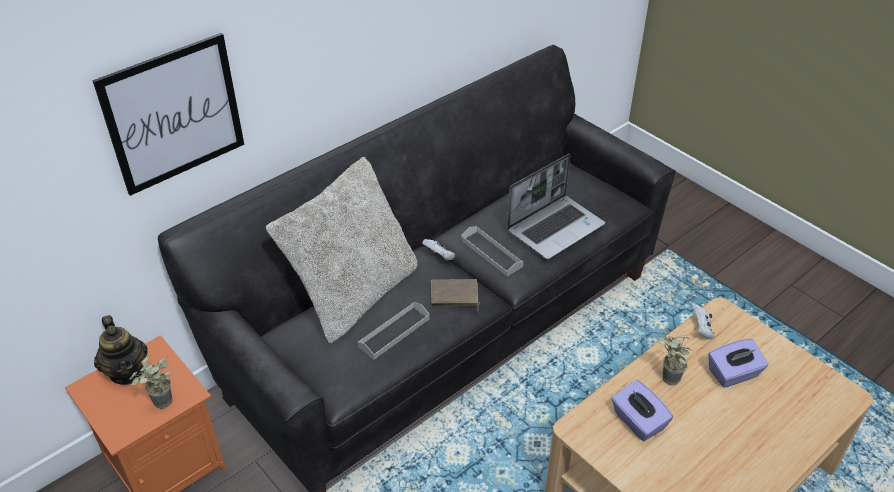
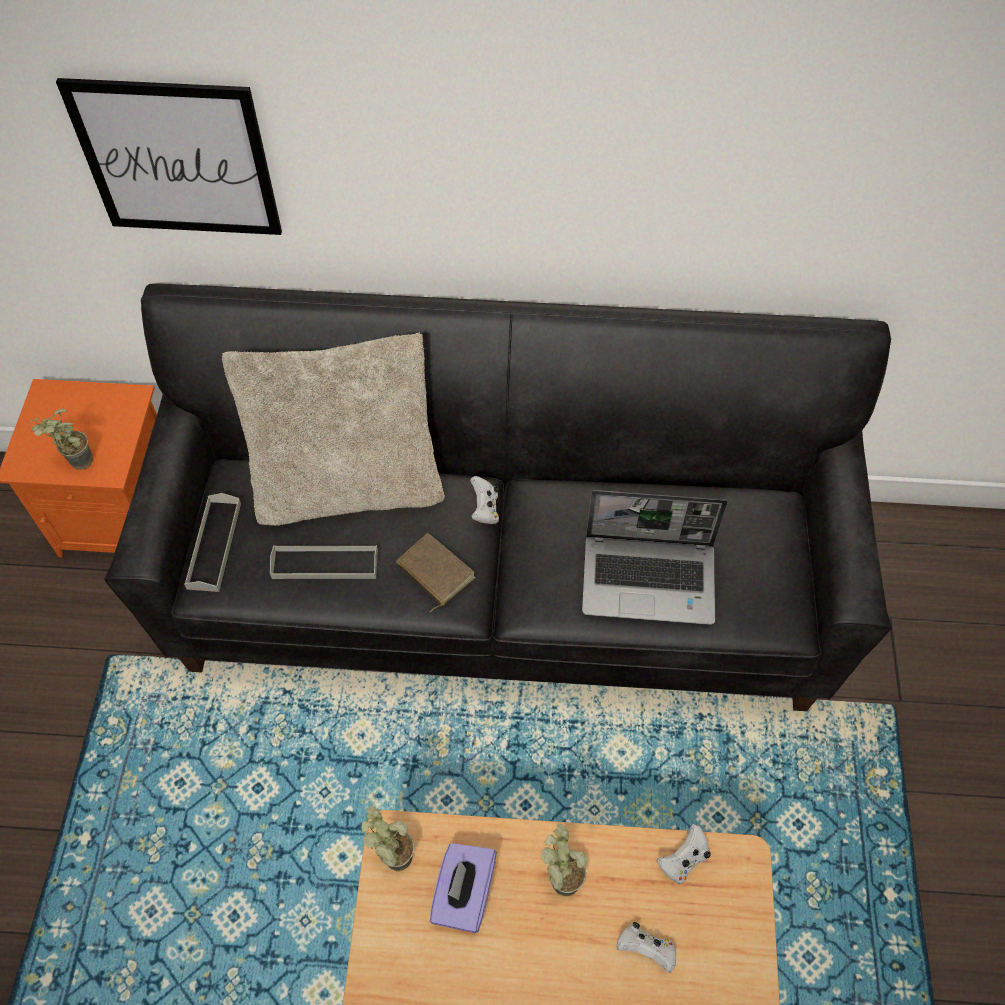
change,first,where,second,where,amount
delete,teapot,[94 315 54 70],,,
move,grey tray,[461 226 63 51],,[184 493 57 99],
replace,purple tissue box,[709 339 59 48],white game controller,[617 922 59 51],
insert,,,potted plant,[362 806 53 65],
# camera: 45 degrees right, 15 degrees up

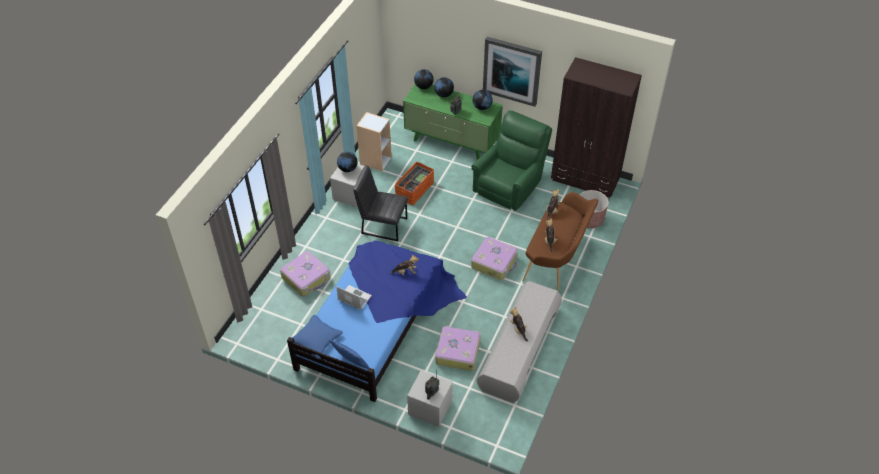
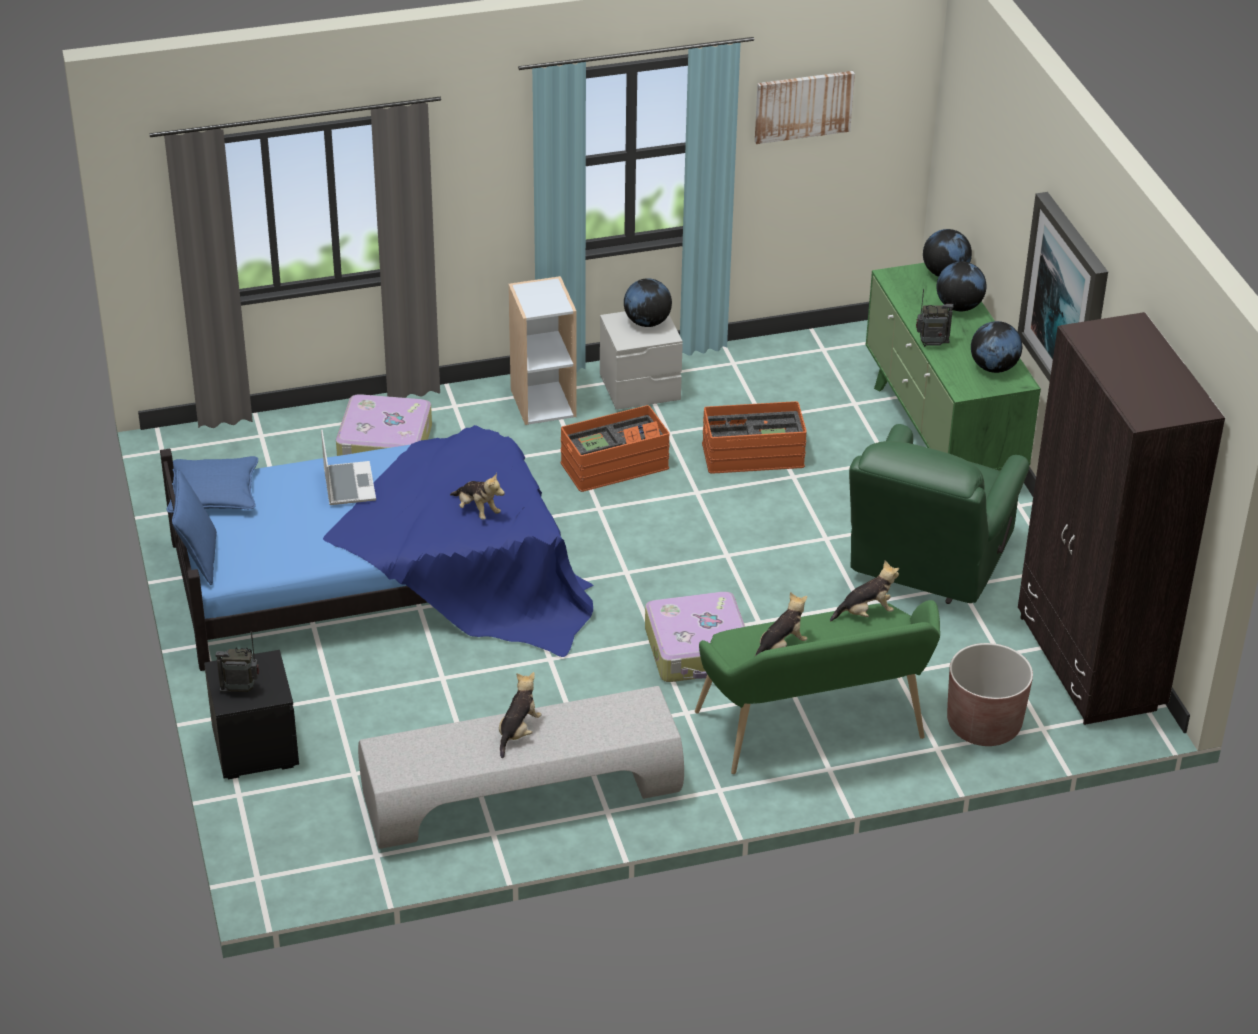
change,first,where,second,where,amount
replace,grey chair,[353 165 55 76],orange storage box,[561 405 109 87],
move,bookcase,[356 112 36 59],,[508 276 69 149],
recolor,white nightstand,[407 370 46 57],black nightstand,[204 650 95 129],
delete,suitcase,[435 326 46 45],,,
rotate,green armchair,[471 110 81 101],,[849 424 180 180],120 degrees clockwise
recolor,brown bench,[522 192 76 99],green bench,[695 600 245 174],
insert,,,picture,[755 71 100 73],
# camera: 50 degrees right, 10 degrees down

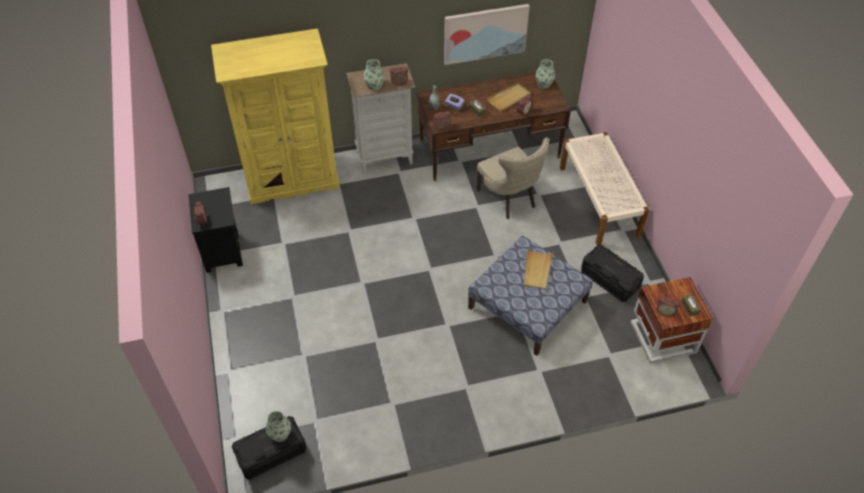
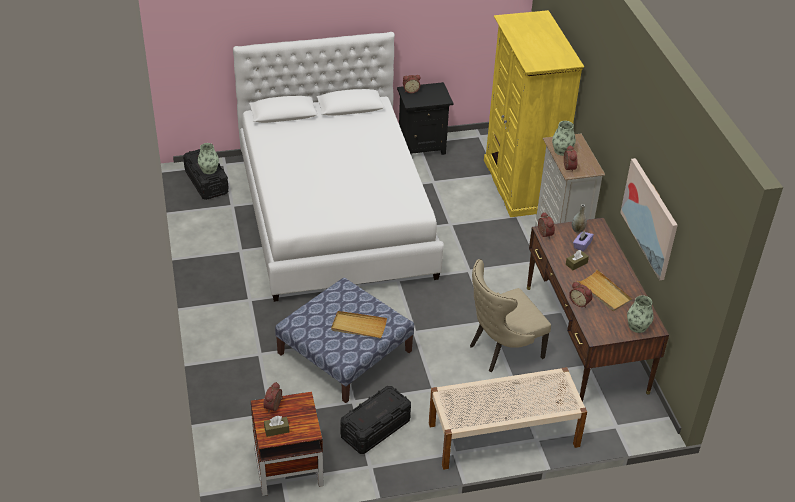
change,first,where,second,where,amount
insert,,,white bed,[233 32 211 270],
# camera: 90 degrees right, 10 degrees down

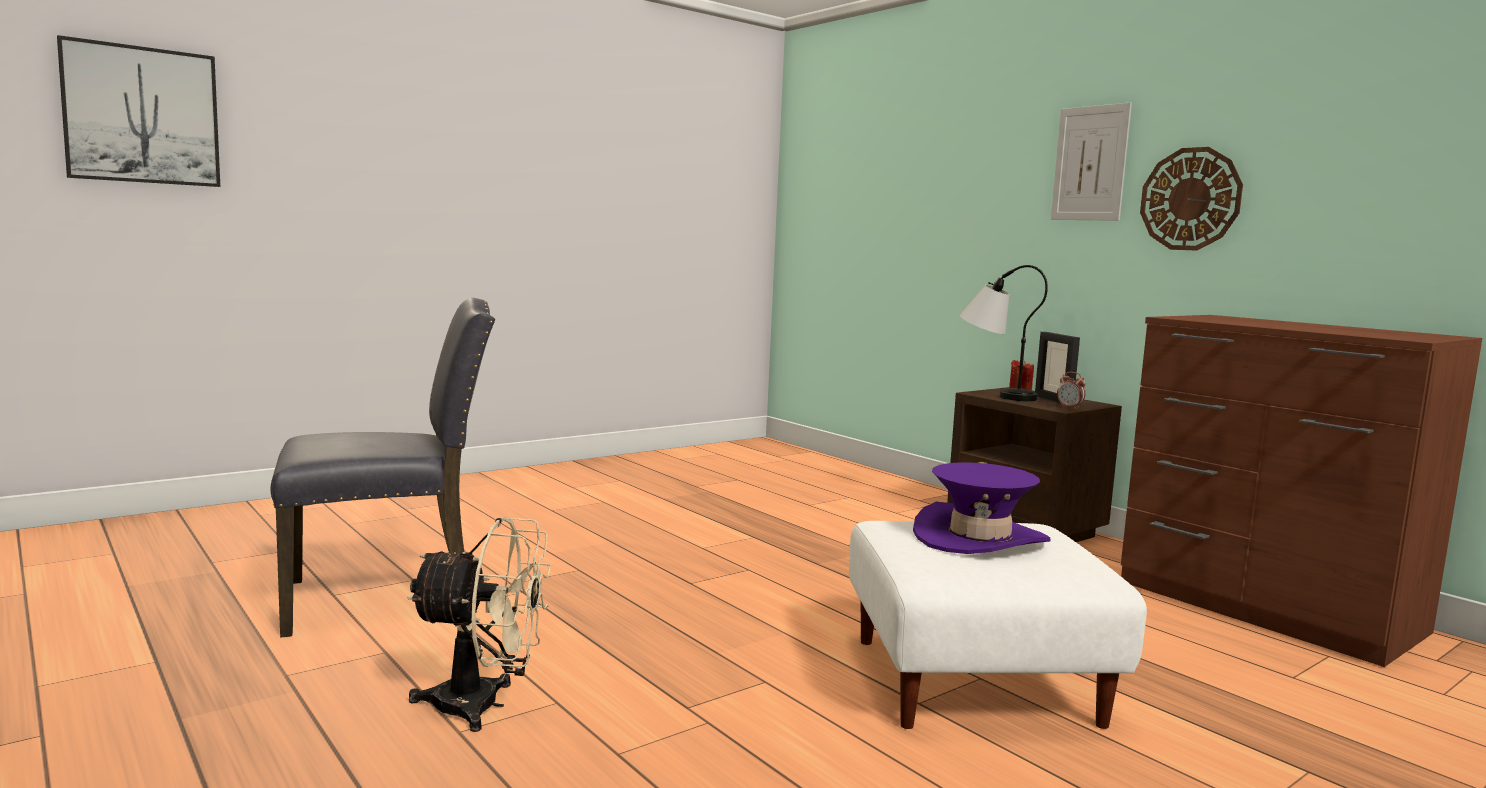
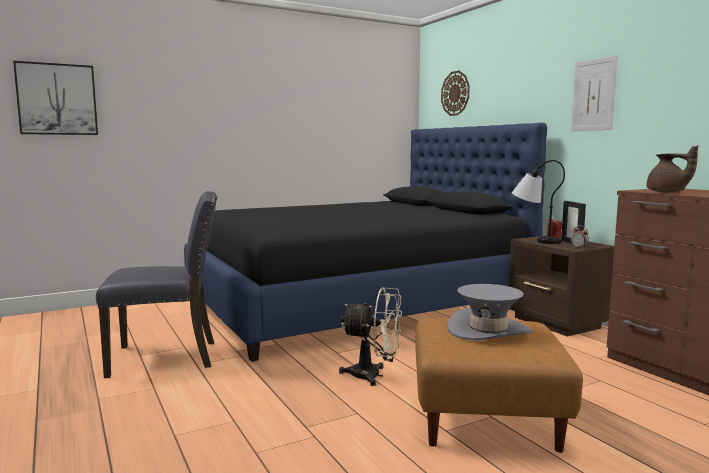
change,first,where,second,where,amount
move,beige fan,[407 517 144 215],,[339 287 63 99],
recolor,white ottoman,[849 521 298 208],brown ottoman,[416 319 167 134],
recolor,purple hat,[913 462 137 92],grey hat,[447 284 85 57],
move,wall clock,[1140 147 103 104],,[441 71 29 45],
insert,,,black bed,[184 123 363 239],
insert,,,brown teapot,[647 145 51 47],
# camera: 10 degrees right, 0 degrees up

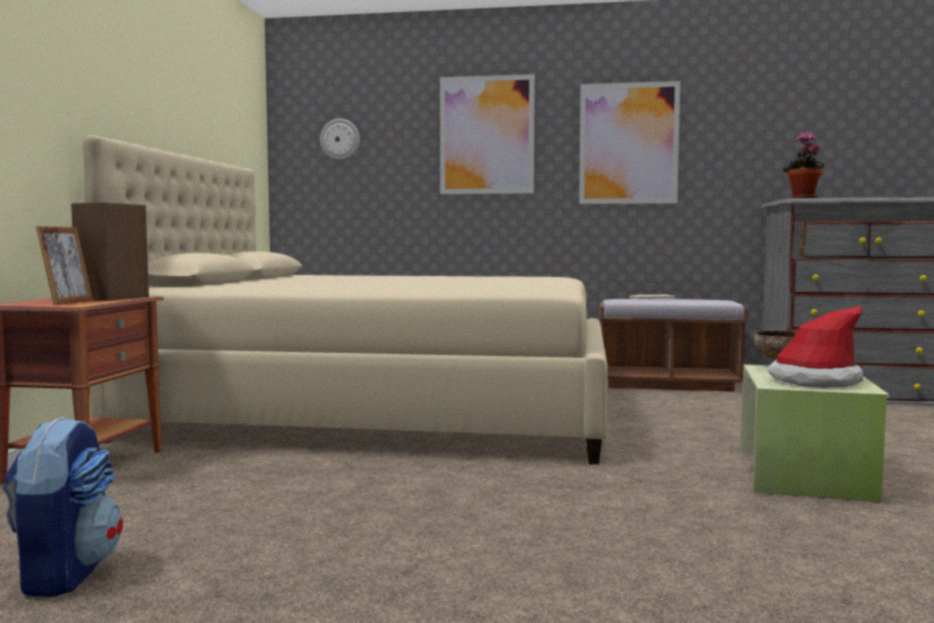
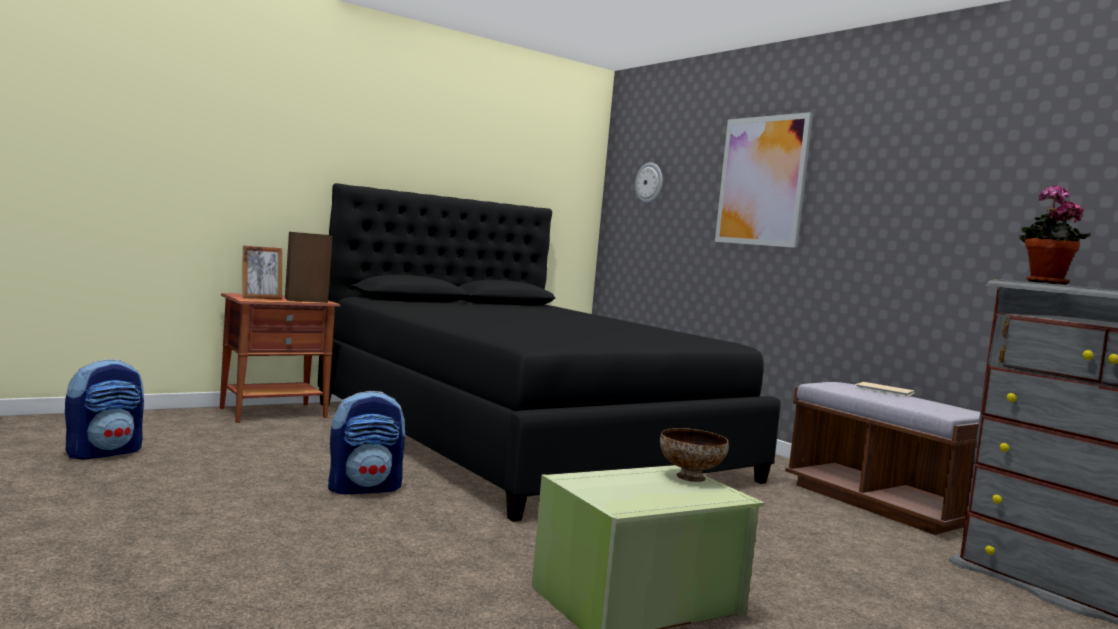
change,first,where,second,where,amount
recolor,beige bed,[83 135 525 329],black bed,[318 183 463 339],
delete,picture,[579 81 101 123],,,
delete,hat,[767 306 97 82],,,
insert,,,backpack,[328 391 78 103],
# camera: 45 degrees right, 0 degrees up

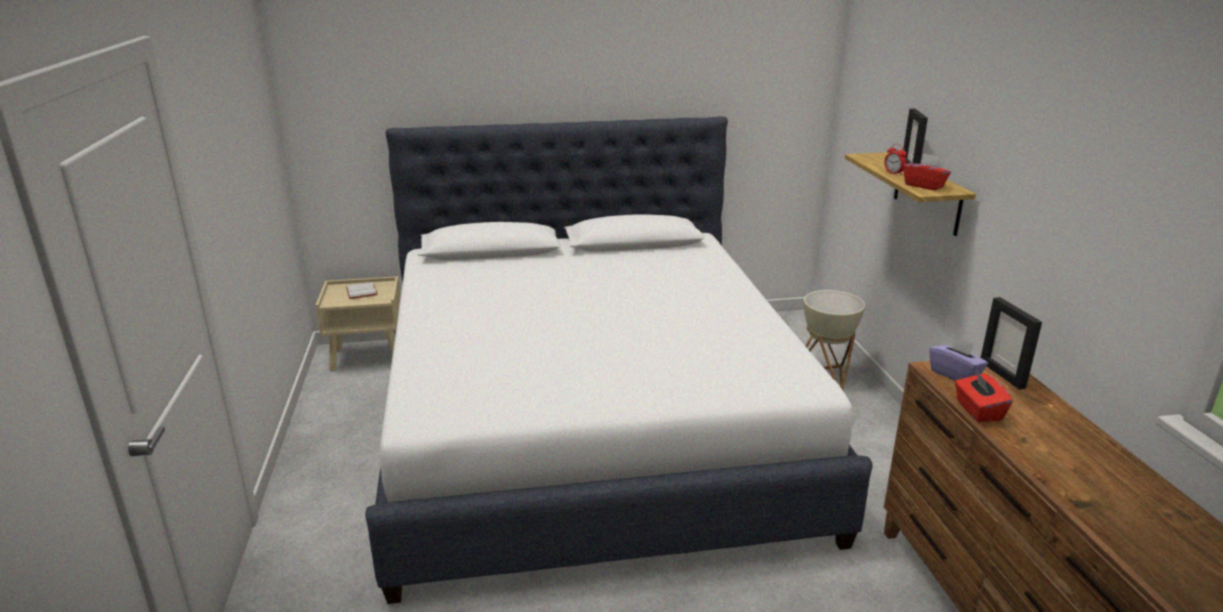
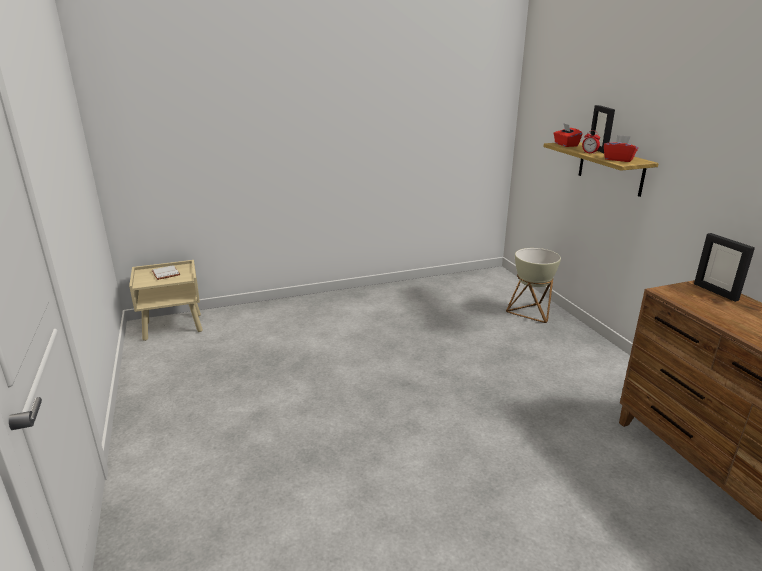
change,first,where,second,where,amount
delete,white bed,[365 116 507 488],,,
delete,purple tissue box,[929 336 59 45],,,
move,red tissue box,[955 371 58 51],,[553 124 29 23],
# camera: 10 degrees left, 0 degrees up

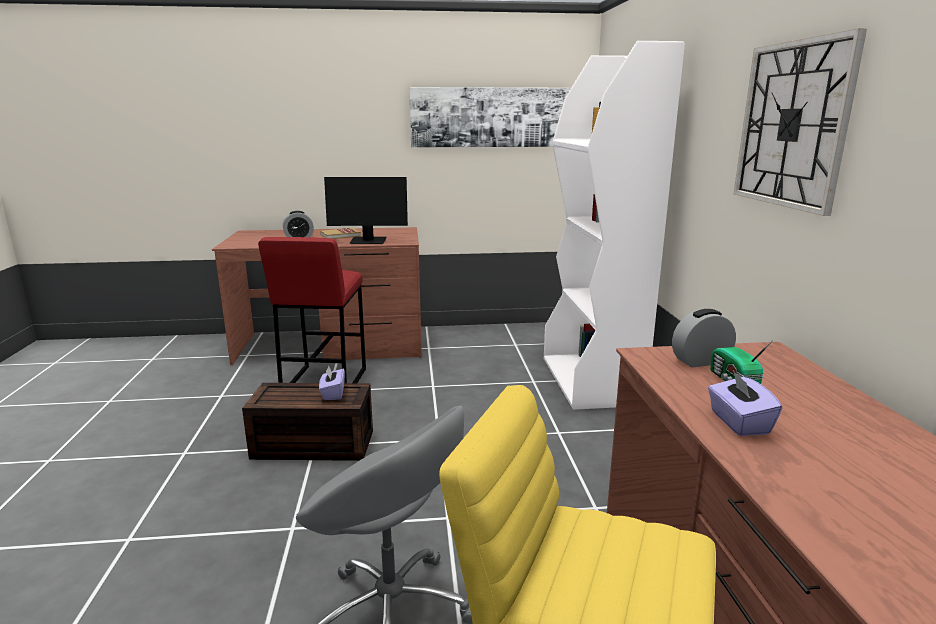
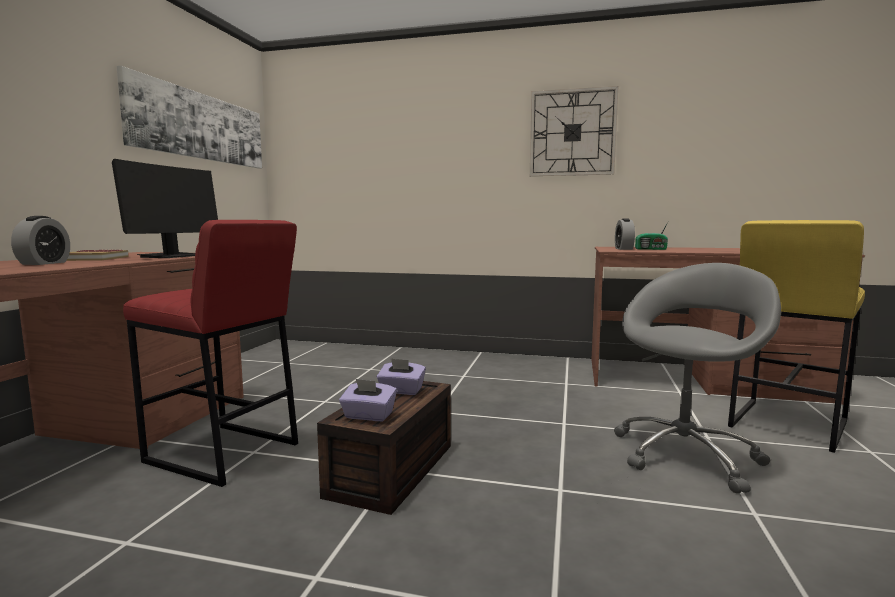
change,first,where,second,where,amount
delete,white bookcase,[544 41 141 369],,,
move,purple tissue box,[708 371 74 65],,[339 379 58 42],
# camera: 70 degrees left, 10 degrees down

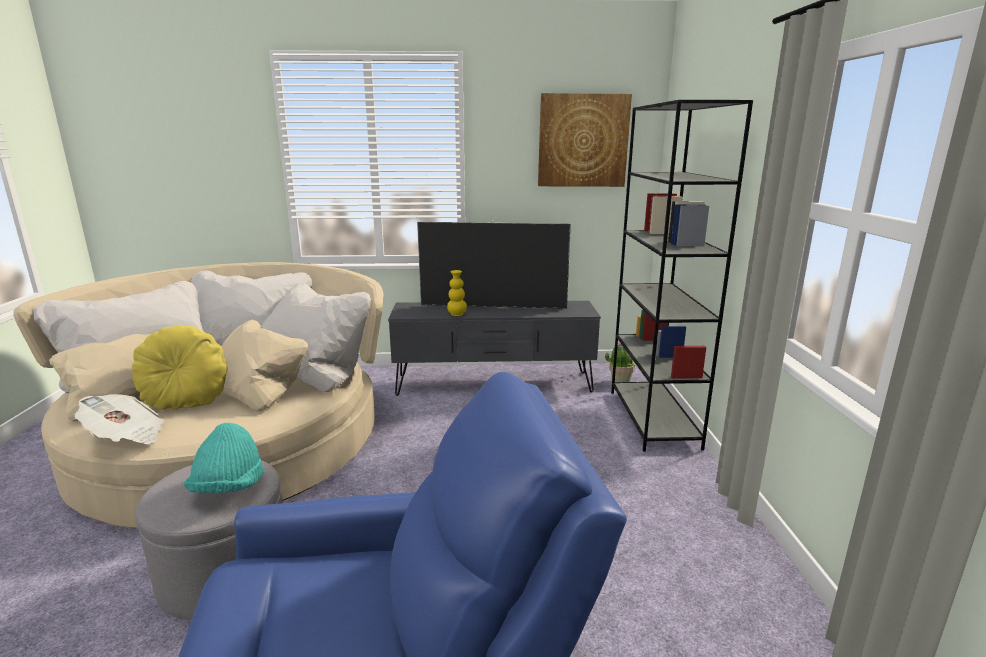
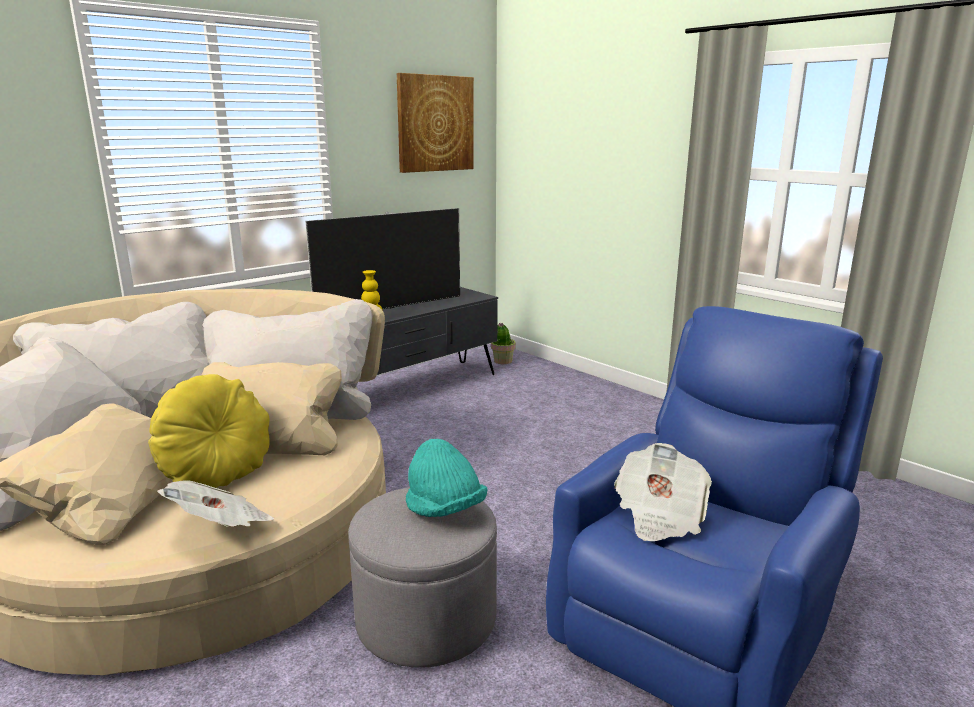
change,first,where,second,where,amount
delete,grey bookcase,[611 100 142 352],,,
insert,,,newspaper,[614 443 98 98],
# camera: 40 degrees left, 0 degrees up

